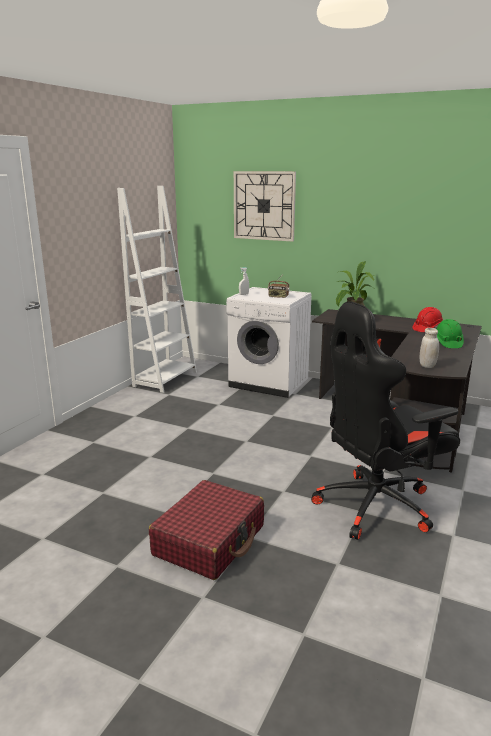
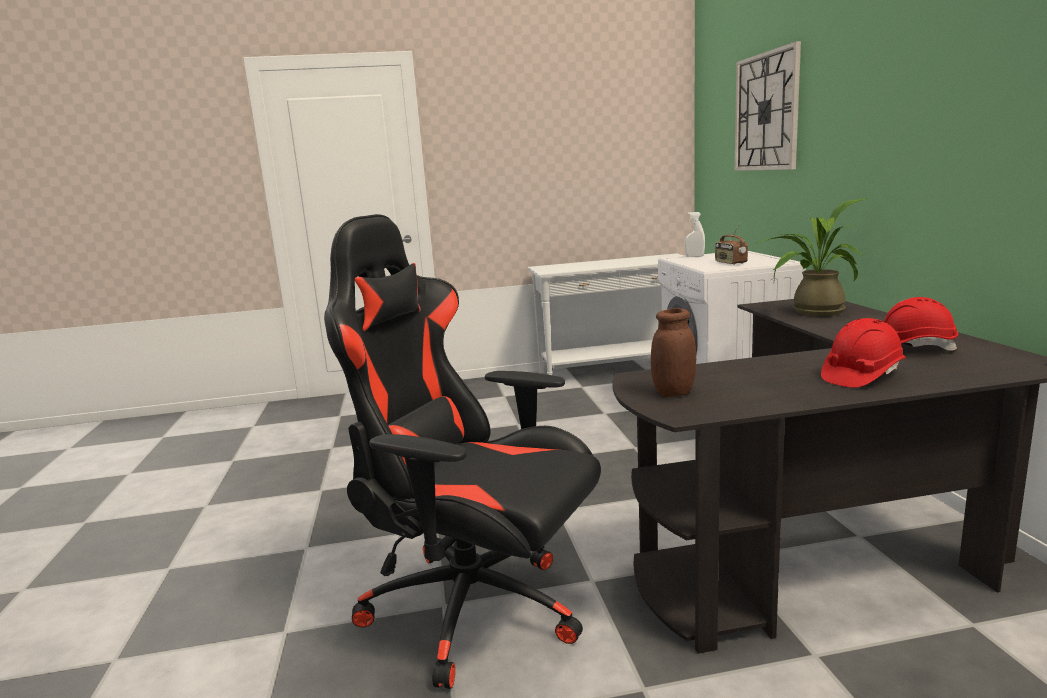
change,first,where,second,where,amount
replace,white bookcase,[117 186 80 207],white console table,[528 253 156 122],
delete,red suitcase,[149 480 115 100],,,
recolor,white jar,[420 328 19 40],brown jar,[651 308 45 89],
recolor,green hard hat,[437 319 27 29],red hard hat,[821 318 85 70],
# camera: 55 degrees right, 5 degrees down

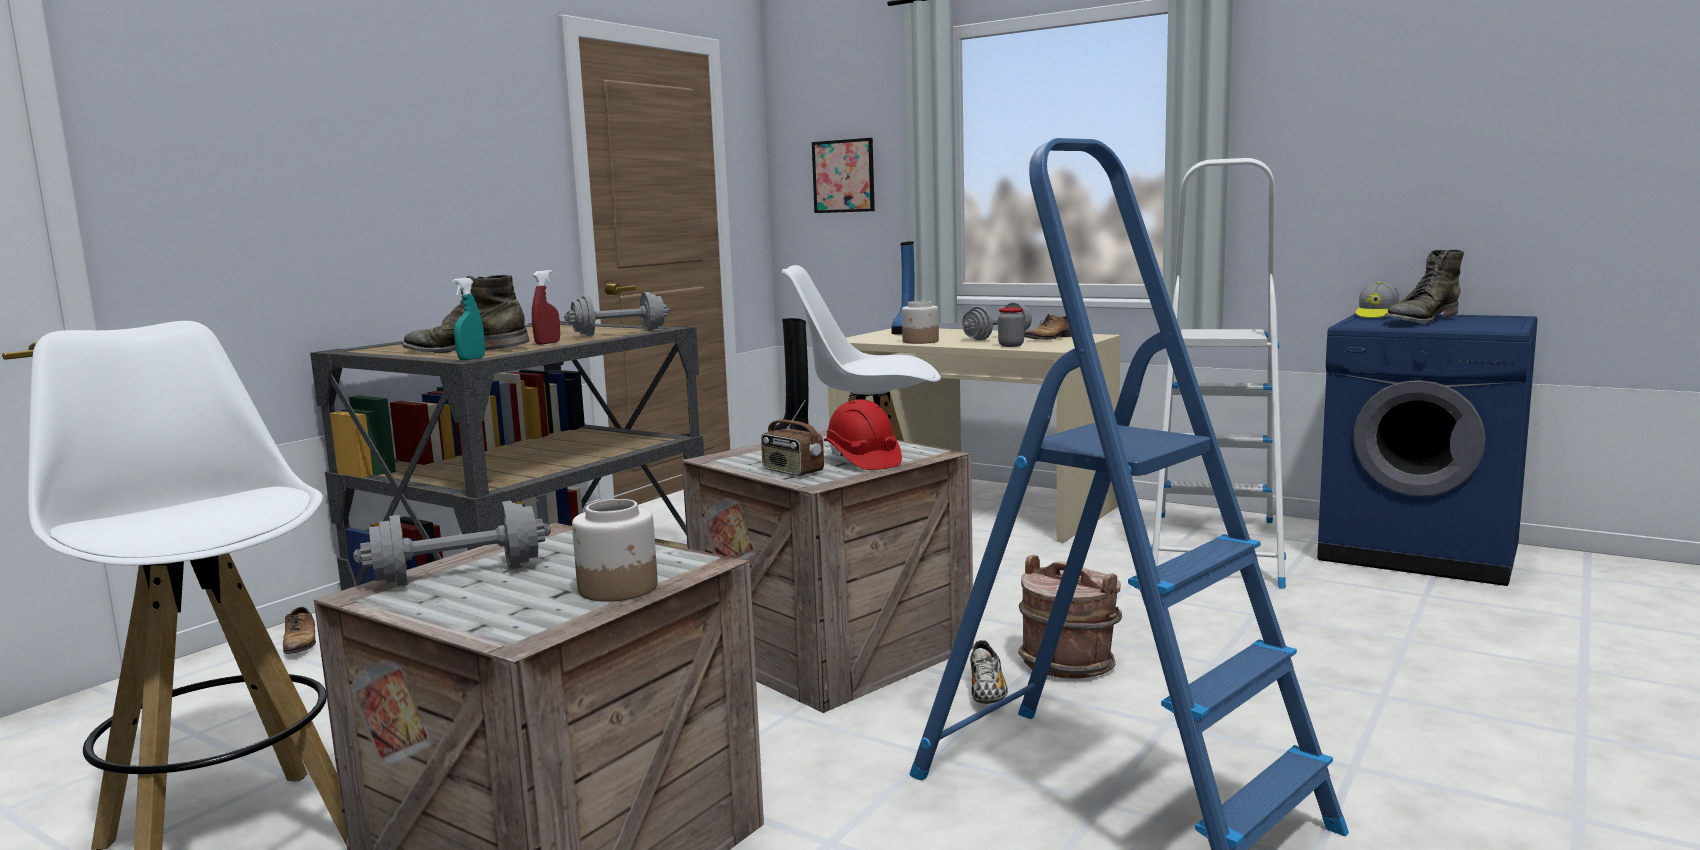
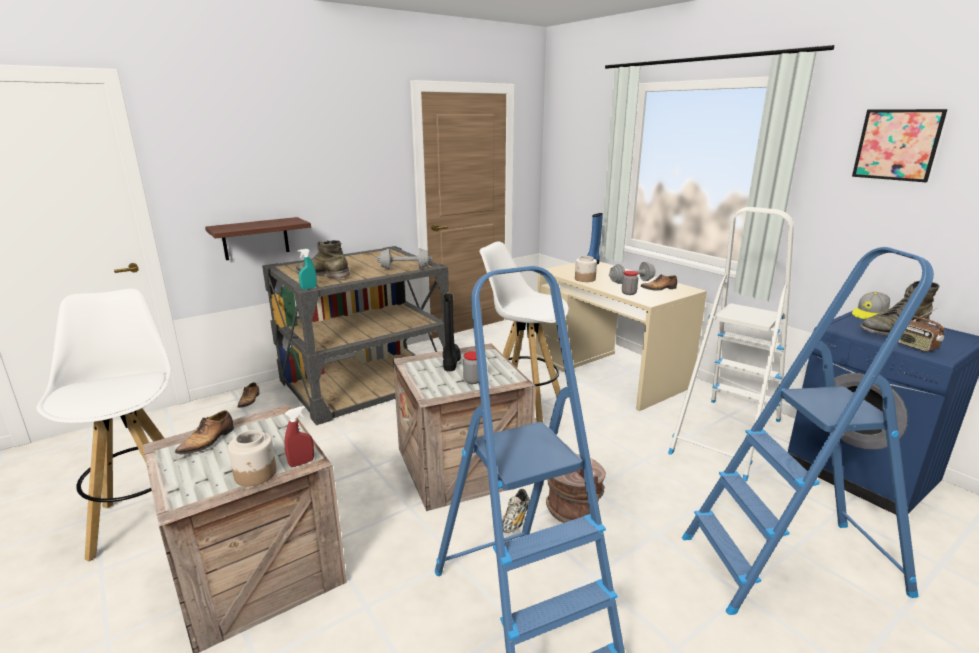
change,first,where,second,where,amount
replace,grey dumbbell,[353 500 198 86],shoe,[175 410 59 44],
move,red spray bottle,[532 270 28 75],,[285 406 29 61],
move,radio,[761 400 63 77],,[898 308 46 44],
move,picture,[812 138 63 75],,[852 109 96 73],
replace,red hard hat,[824 399 78 71],jar,[463 351 16 33],
insert,,,shelf,[205 217 106 43],
insert,,,blue step ladder,[682 247 252 368],
# camera: 20 degrees right, 10 degrees up

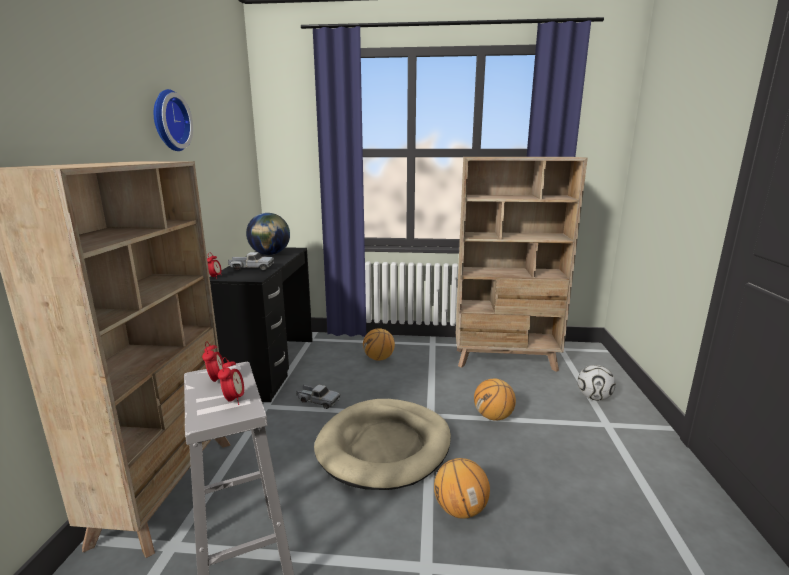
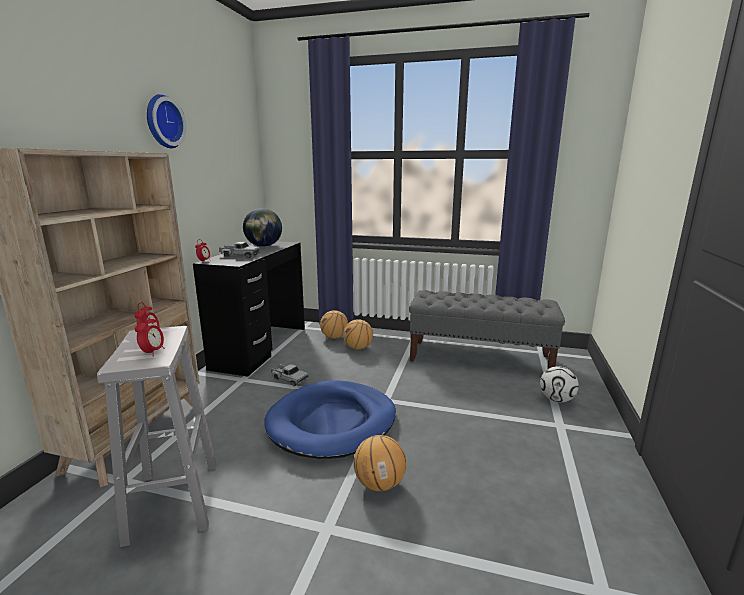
change,first,where,second,where,amount
recolor,beige dog bed,[314 399 137 91],blue dog bed,[264 380 132 79],
replace,beige bookcase,[456 157 132 215],grey bench,[409 290 156 79],
move,basketball,[474 379 42 41],,[320 310 28 29],
# camera: 10 degrees right, 0 degrees up

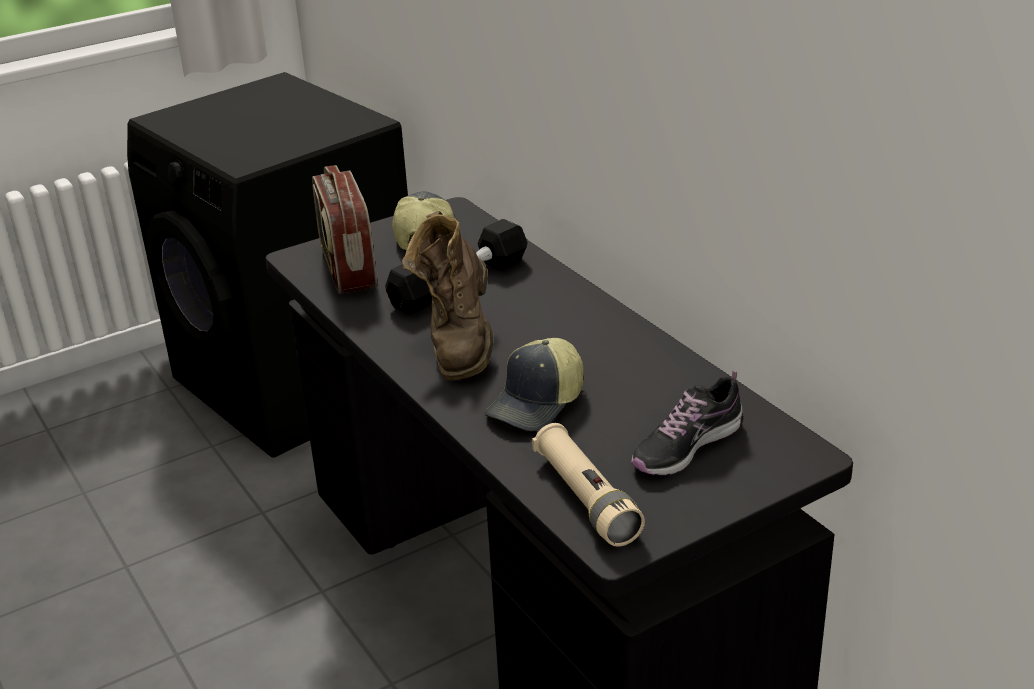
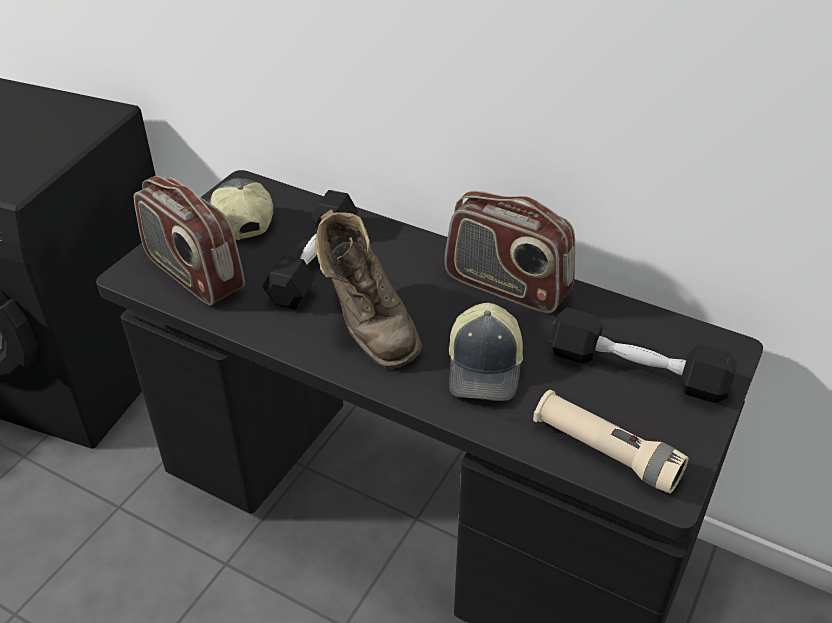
change,first,where,second,where,amount
replace,shoe,[631 370 112 105],black dumbbell,[550 307 188 96],
insert,,,radio,[444 191 131 122],
# camera: 30 degrees left, 10 degrees up

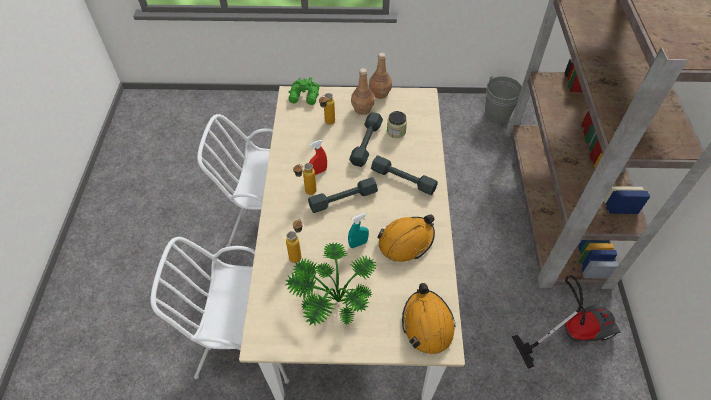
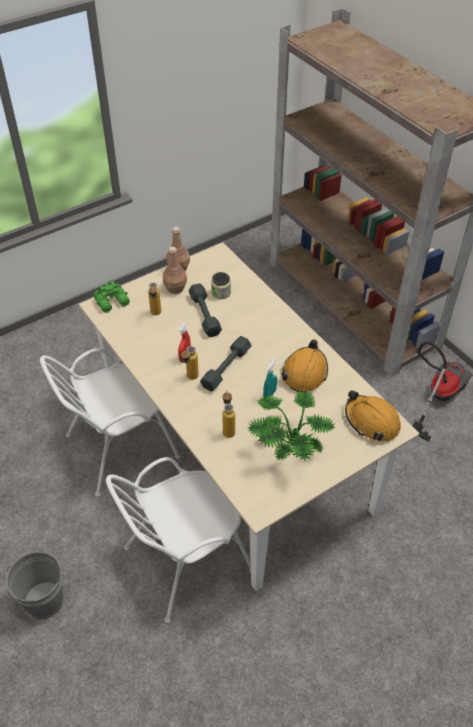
change,first,where,second,where,amount
delete,grey dumbbell,[371 155 67 40],,,
move,grey bucket,[485 76 37 48],,[4 552 60 67],
# camera: 35 degrees left, 5 degrees down

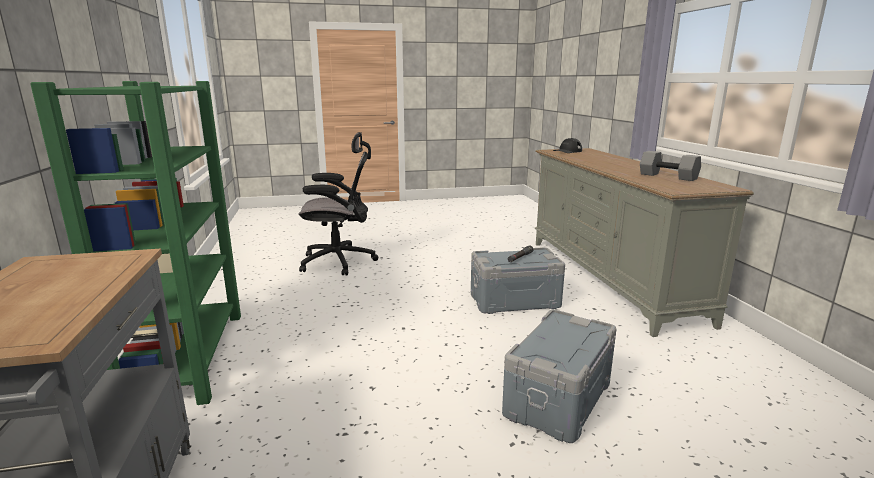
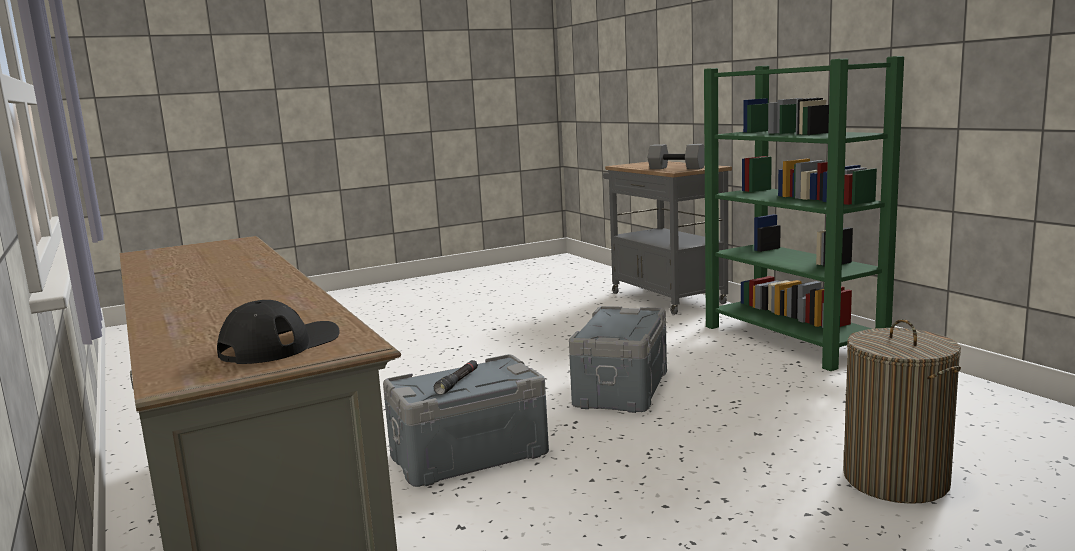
change,first,where,second,where,amount
replace,office chair,[298 132 80 144],laundry basket,[844 319 117 185],
move,grey storage box,[502 310 115 133],,[569 306 98 107],
move,grey dumbbell,[640 151 61 30],,[648 144 57 25],
# camera: 165 degrees right, 5 degrees down

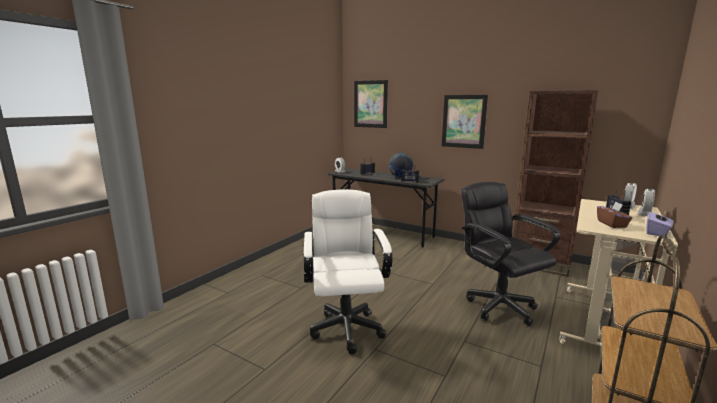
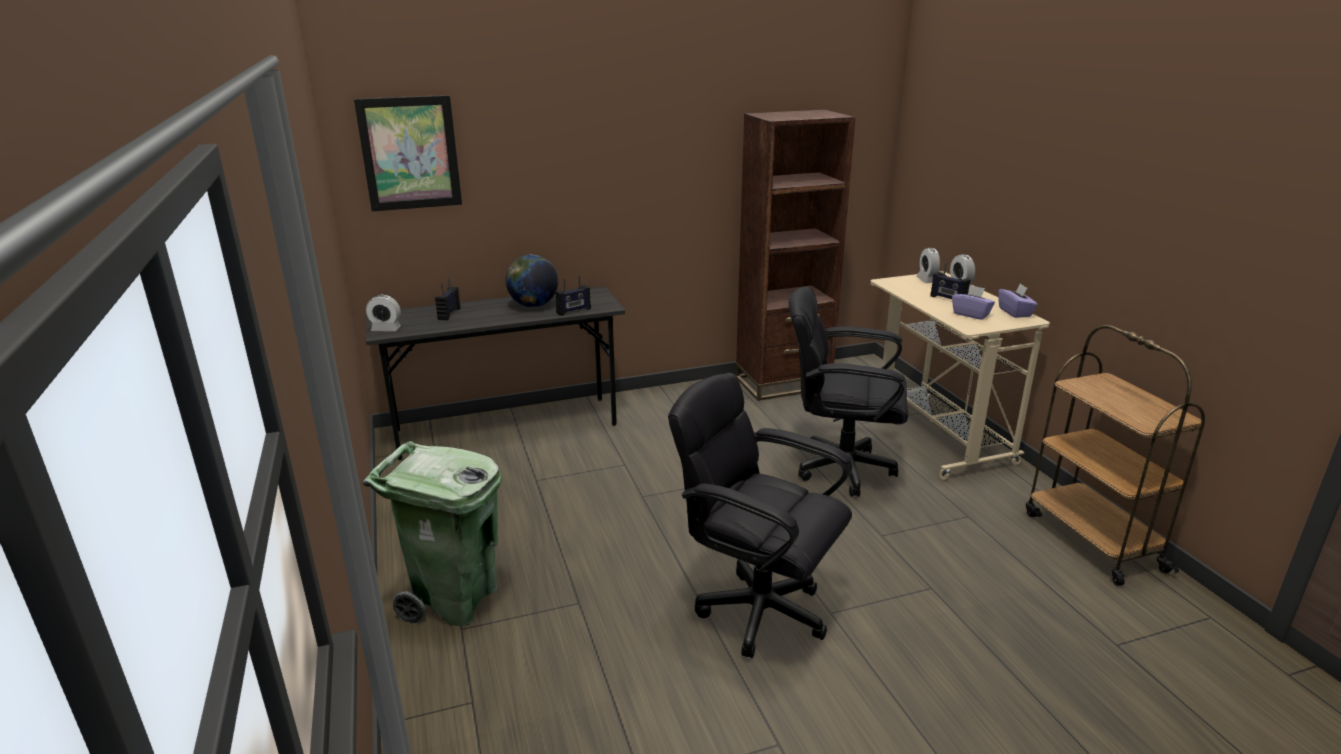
change,first,where,second,where,amount
recolor,white office chair,[303 189 90 165],black office chair,[668 373 184 285],
delete,picture,[442 95 46 54],,,
recolor,brown tissue box,[597 201 35 27],purple tissue box,[952 285 43 35],
insert,,,green trash can,[363 441 139 185],
# camera: 50 degrees left, 10 degrees up

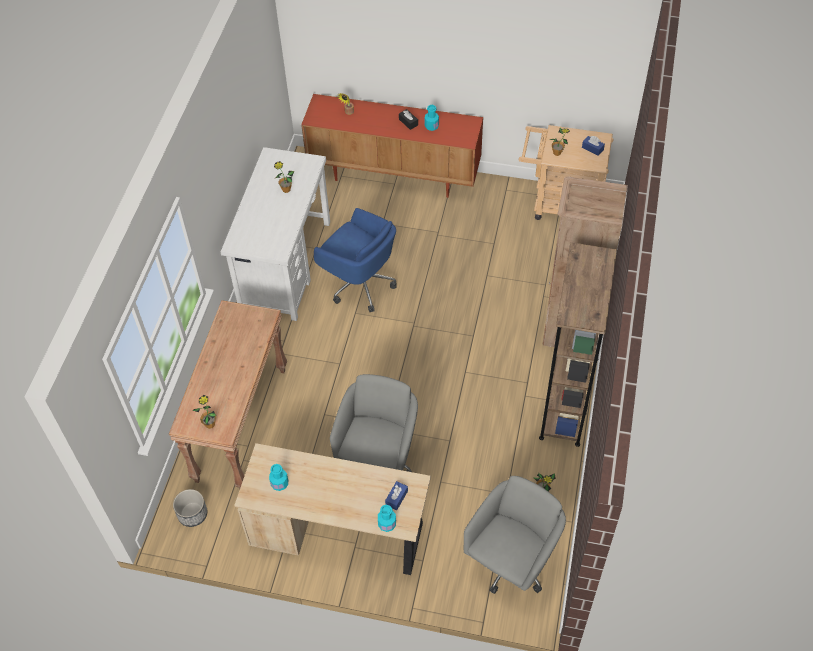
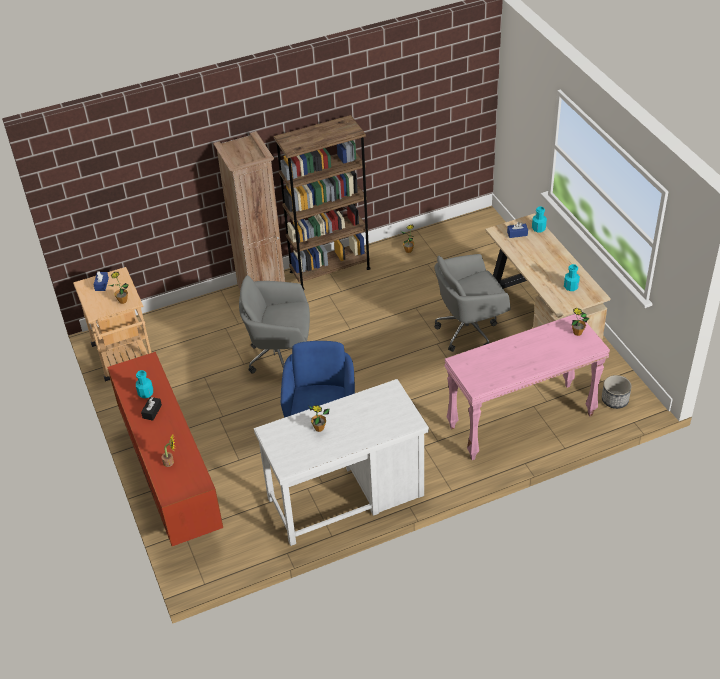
change,first,where,second,where,amount
recolor,brown console table,[169 300 118 189],pink console table,[444 314 166 146],
move,grey office chair,[464 476 102 118],,[239 275 71 99],
# camera: 125 degrees left, 10 degrees down

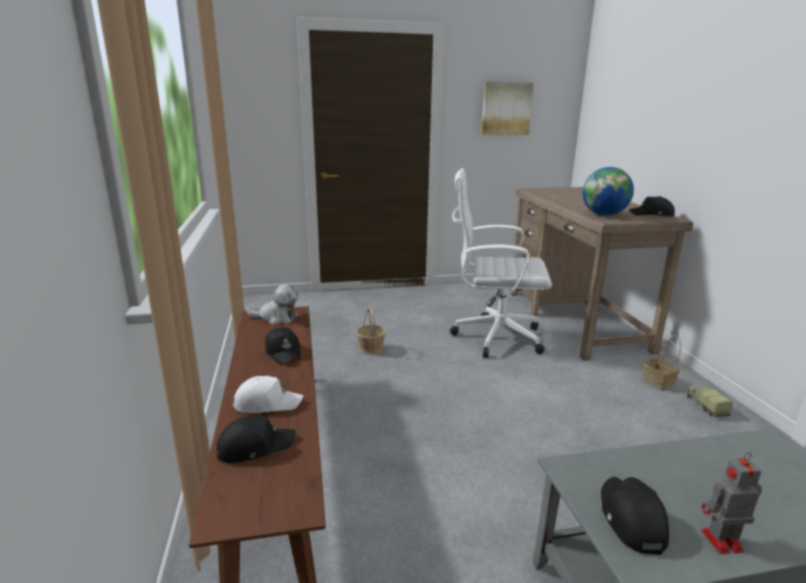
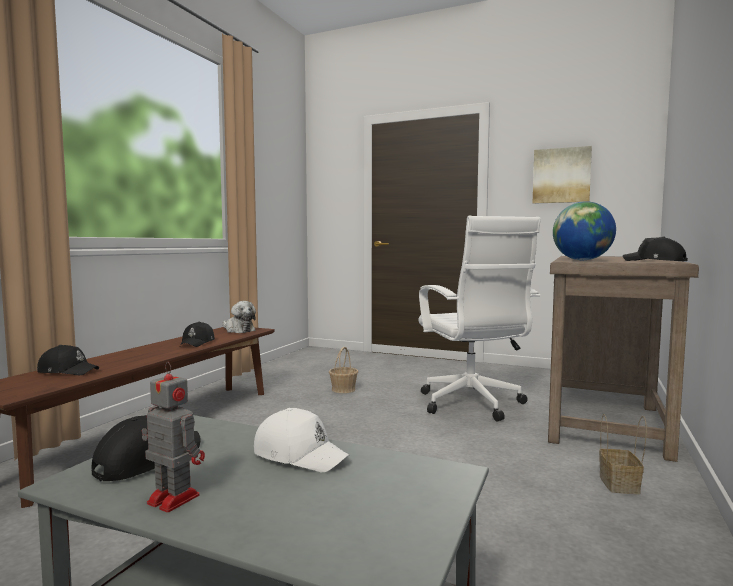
change,first,where,second,where,amount
move,white cap,[233 376 70 37],,[254 408 96 65],
rotate,white office chair,[450 168 102 190],,[419 216 122 206],150 degrees counterclockwise
delete,toy truck,[686 386 47 31],,,
# camera: 35 degrees right, 15 degrees down

